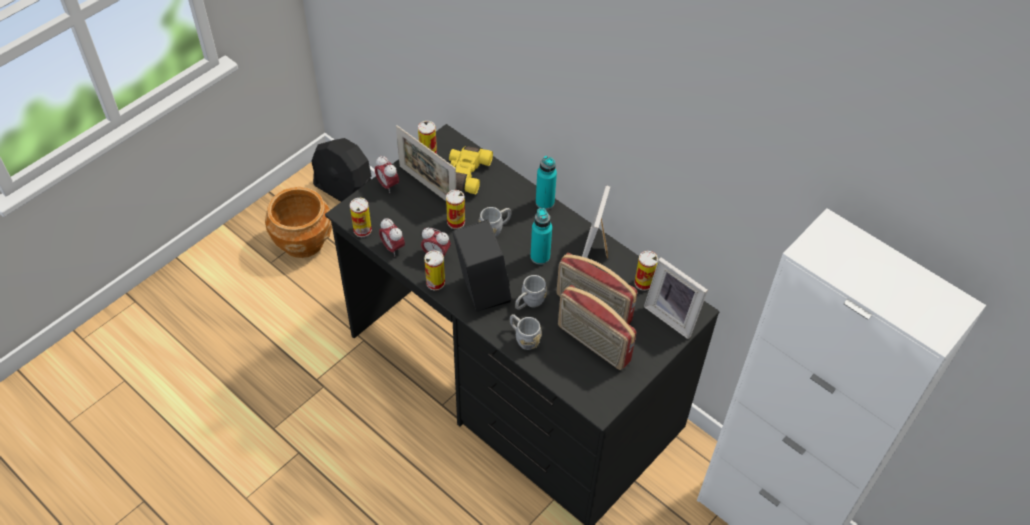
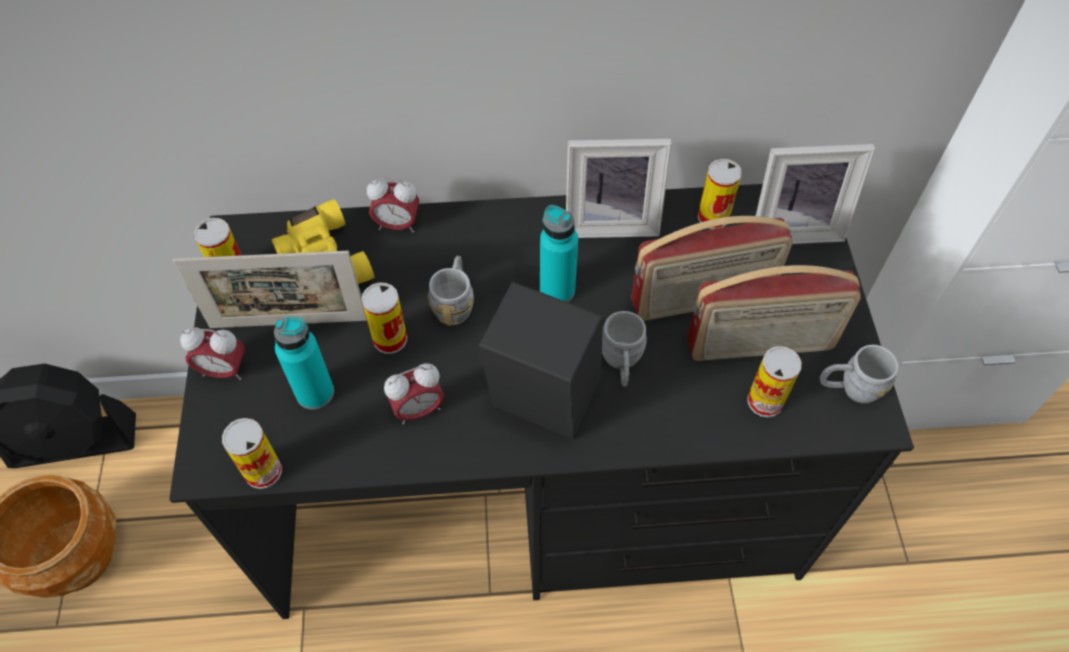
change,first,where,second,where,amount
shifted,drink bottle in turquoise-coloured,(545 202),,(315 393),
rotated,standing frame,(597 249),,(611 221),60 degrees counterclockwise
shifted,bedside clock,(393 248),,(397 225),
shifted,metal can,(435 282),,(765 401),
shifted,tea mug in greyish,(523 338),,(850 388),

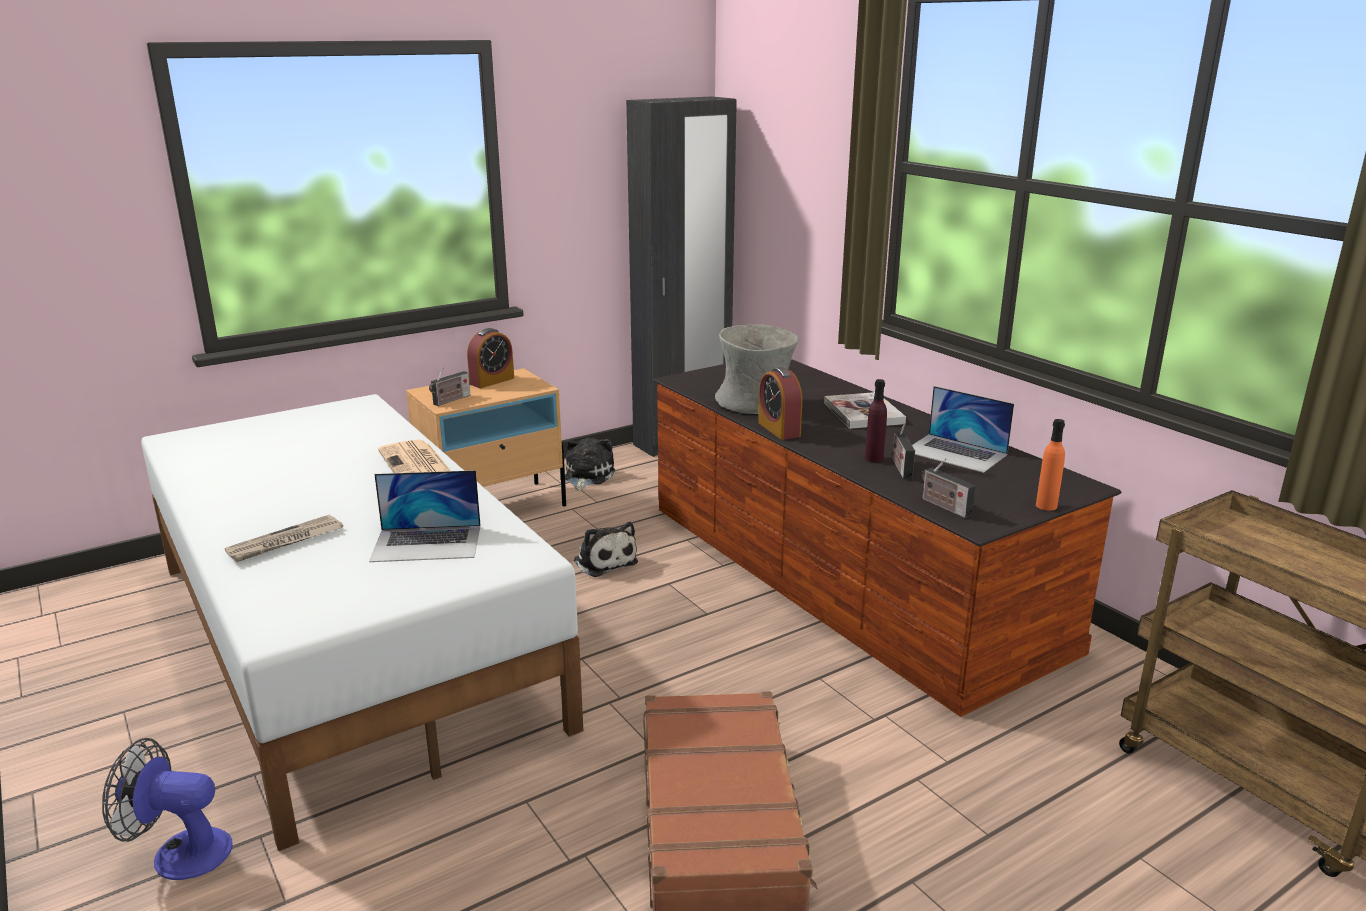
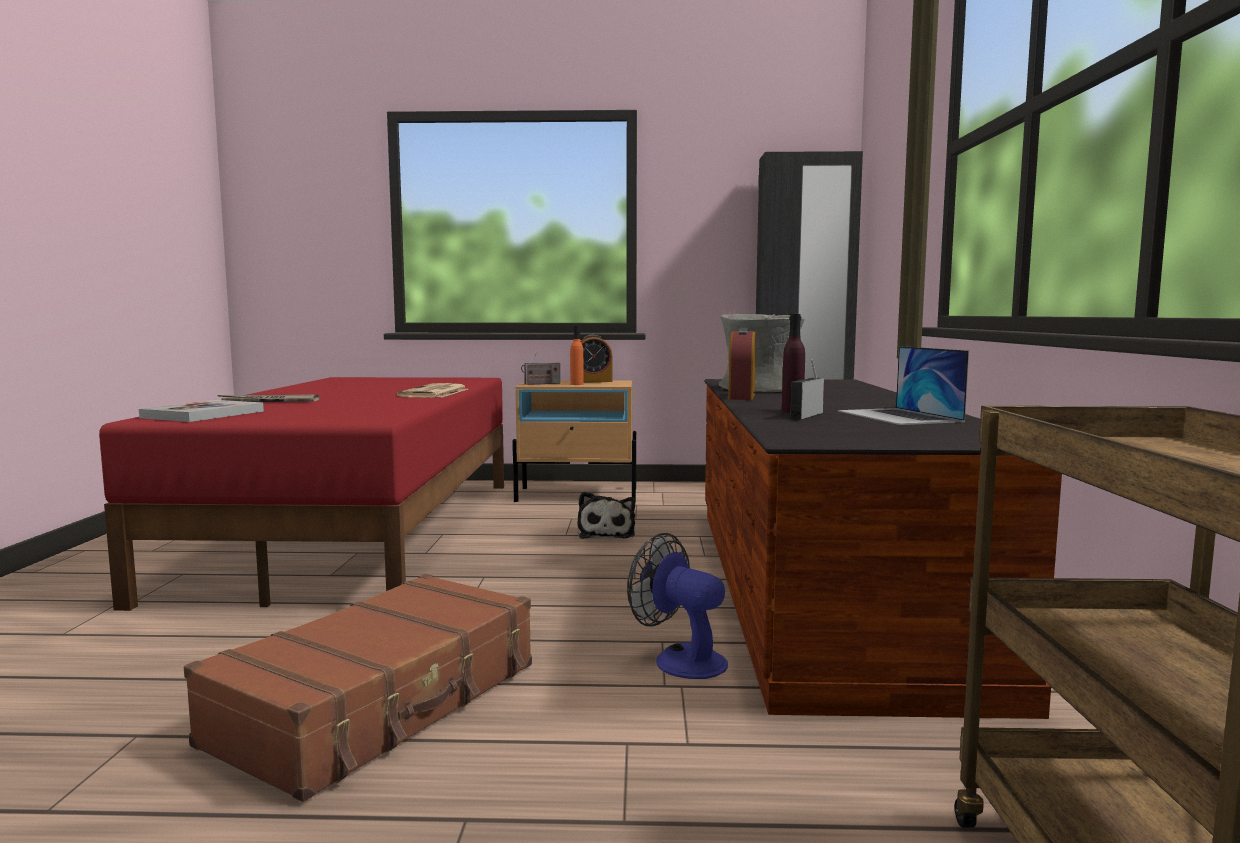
change,first,where,second,where,amount
shifted,volume,(863 413),,(203 414),
repainted,bed in white-coloured,(351 639),bed in reddish,(362 532),
shifted,drink bottle in orangey,(1046 506),,(577 384),
gone,plush toy,(587 476),,,
gone,radio,(943 506),,,
gone,laptop,(427 543),,,
shifted,electric fan,(179 853),,(679 659),

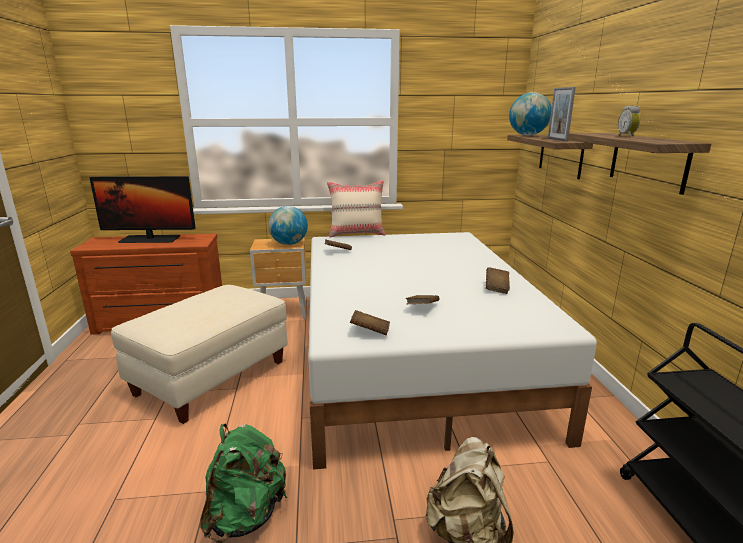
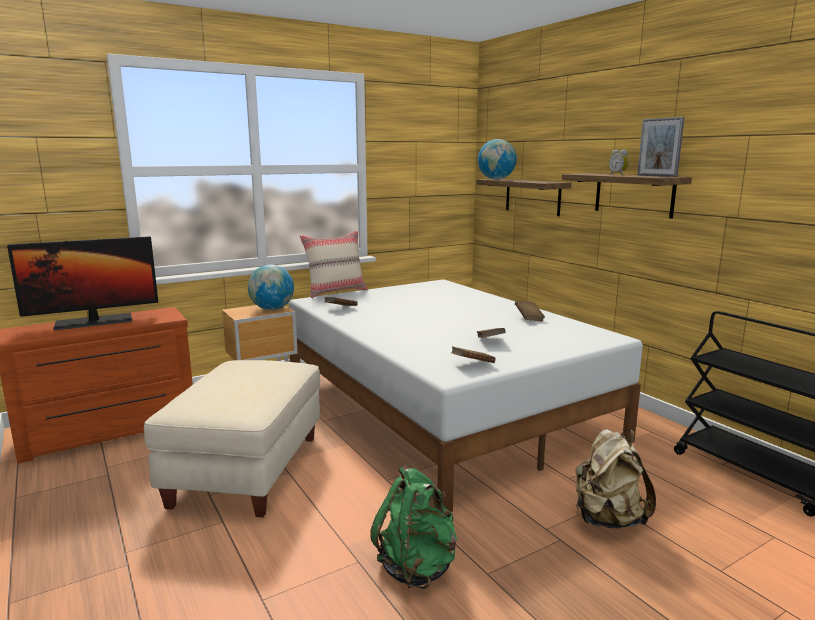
change,first,where,second,where,amount
shifted,standing frame,(557 139),,(656 176),

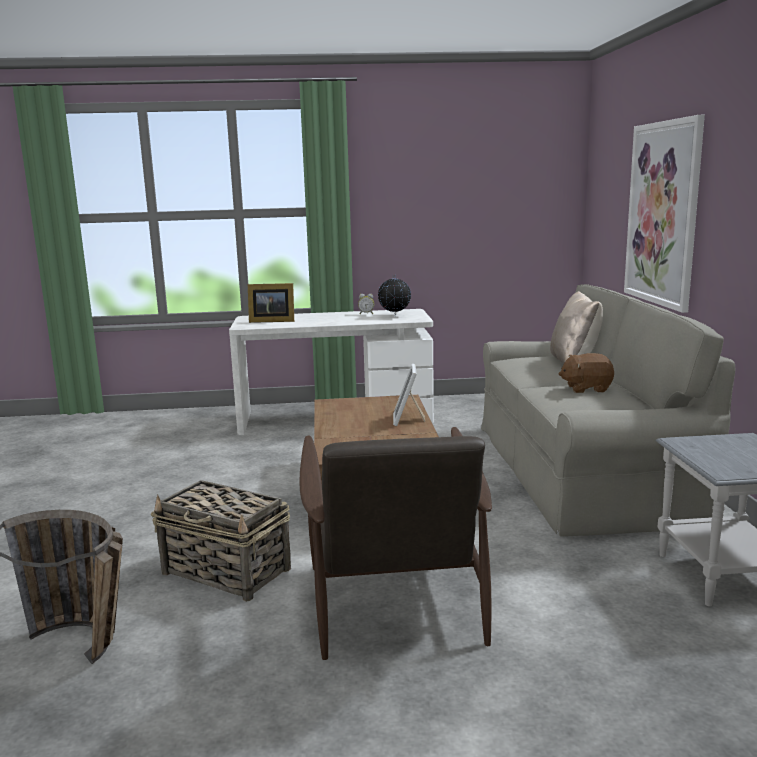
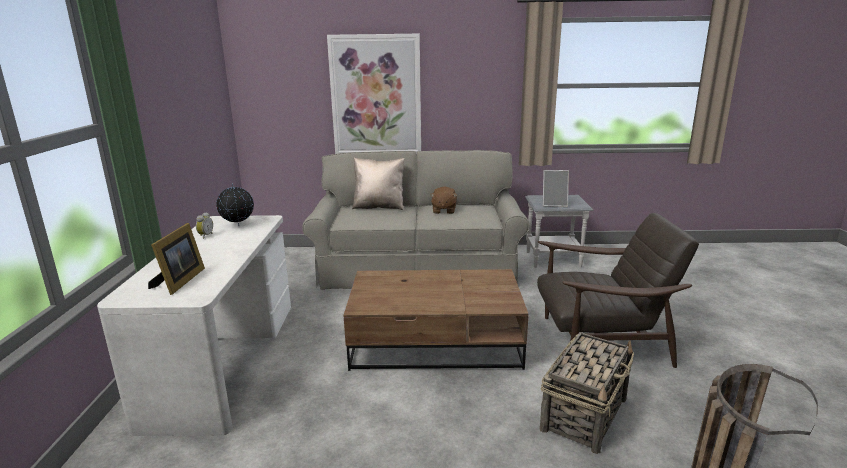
change,first,where,second,where,amount
shifted,standing frame,(407 420),,(554 204),

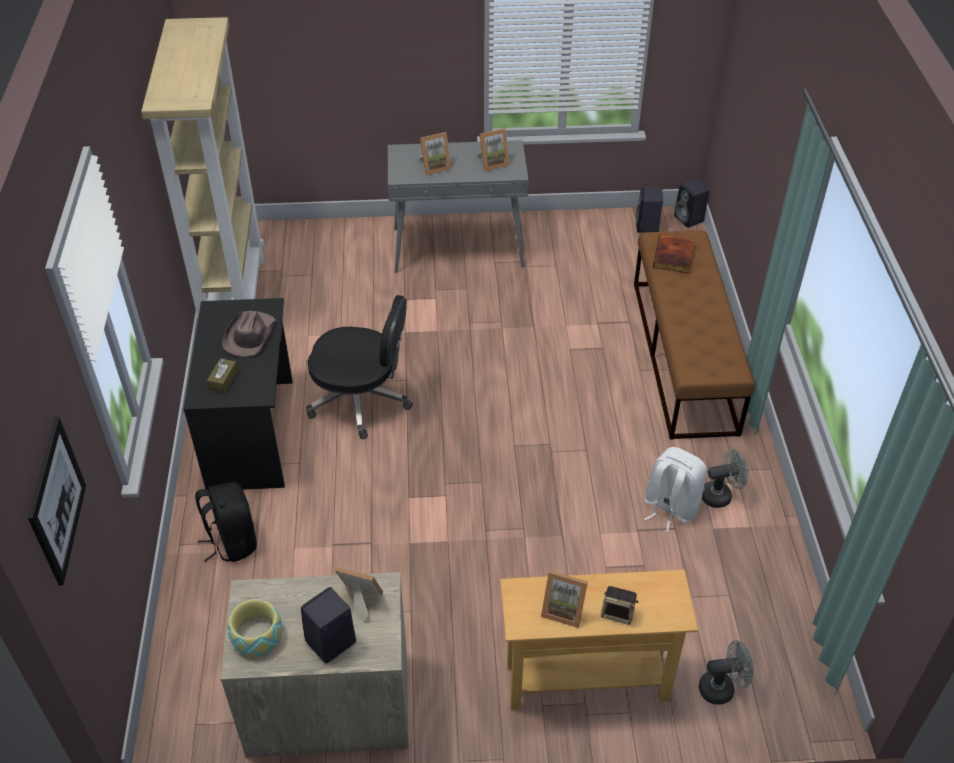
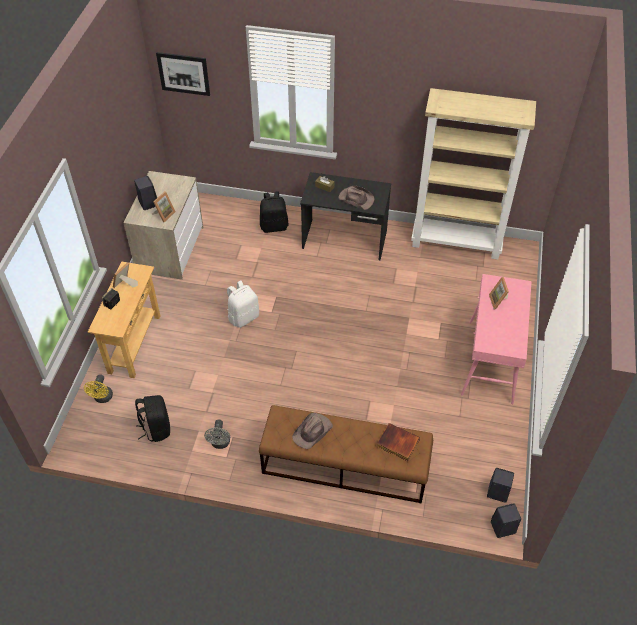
change,first,where,second,where,amount
gone,standing frame,(493 163),,,
repainted,console table in greyish,(458 247),console table in pink,(490 362),
gone,desk chair in black,(361 400),,,
shifted,knapsack in white-coloured,(670 507),,(243 317),
gone,bowl,(257 636),,,
repainted,electric fan in greyish,(722 688),electric fan in yellowish,(102 398),
new,,,knapsack in black,(156 428),
new,,,clothing hat in brownish,(313 431),

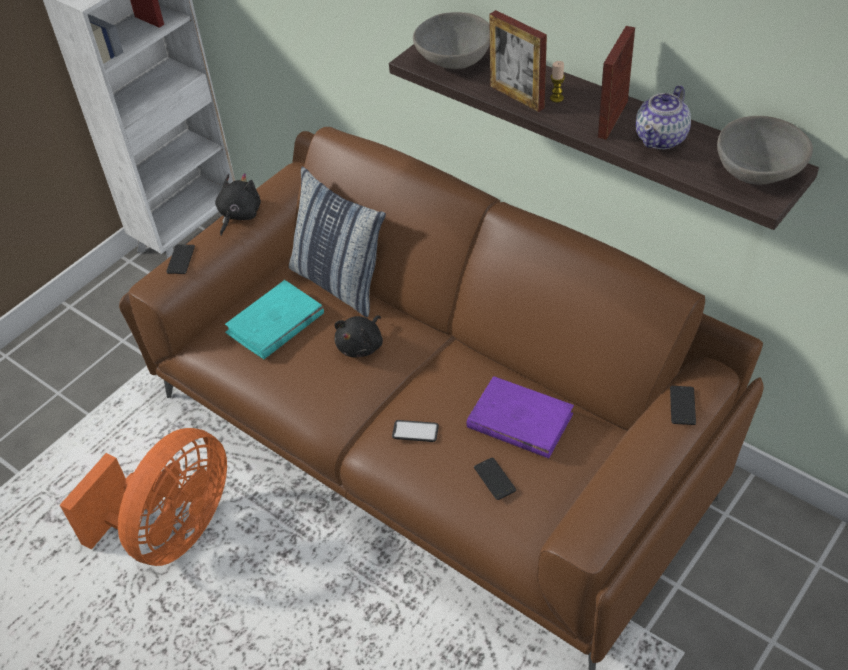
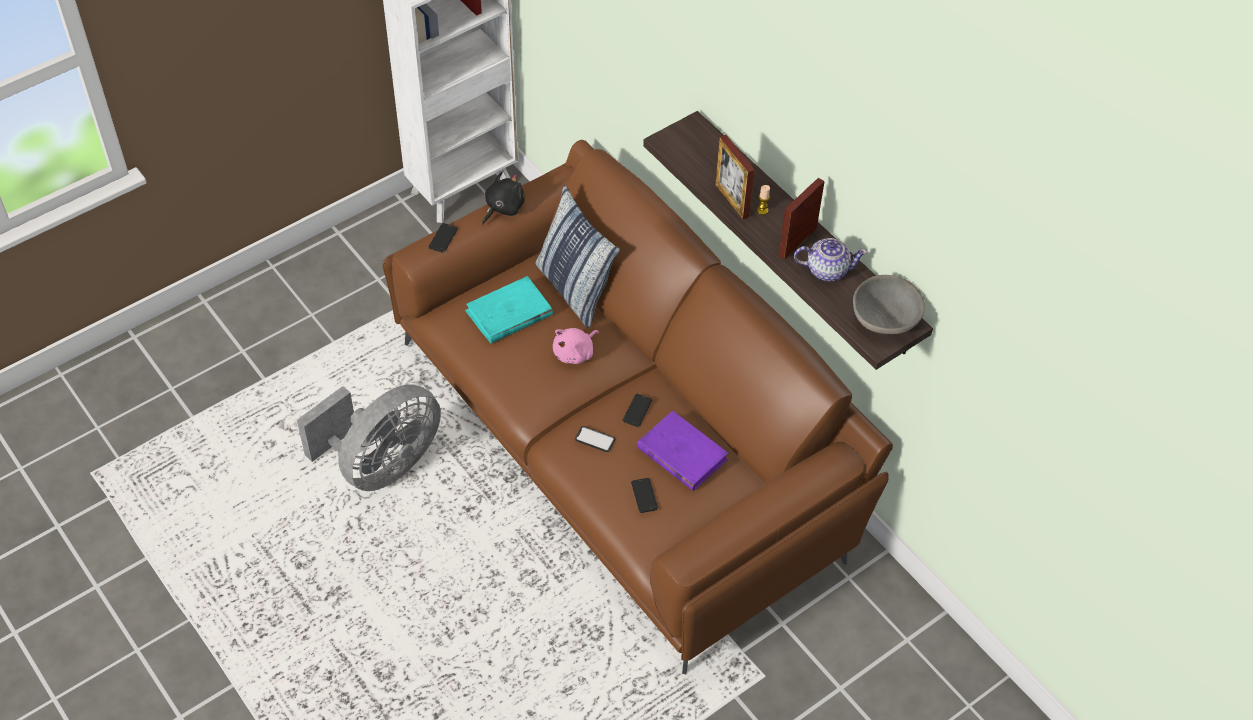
change,first,where,second,where,amount
gone,bowl in greyish,(452 60),,,
rotated,pot for tea,(661 138),,(826 270),135 degrees counterclockwise
repainted,plush toy in black,(361 345),plush toy in pink,(575 353),
shifted,phone,(682 405),,(637 410),
repainted,electric fan in orangey,(172 531),electric fan in greyish,(381 464),

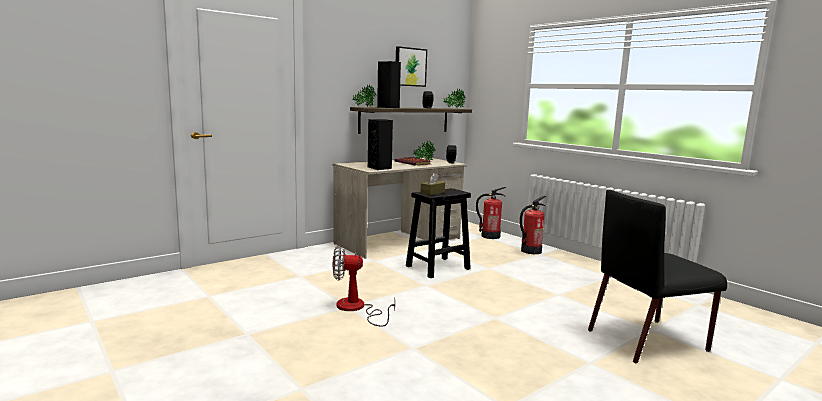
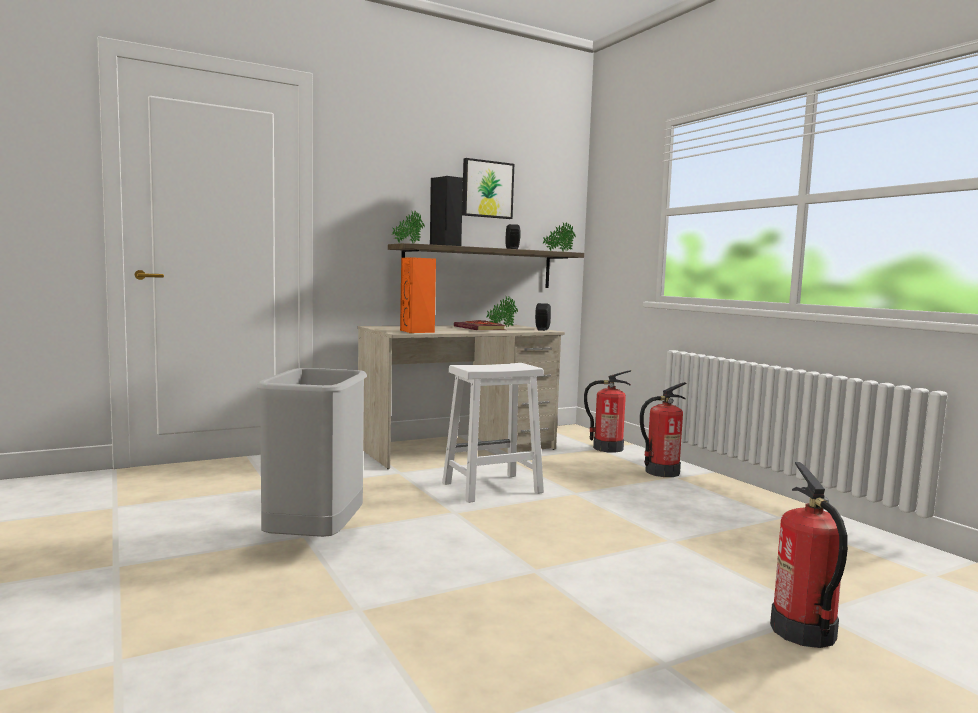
change,first,where,second,where,amount
repainted,speaker in black,(380 168),speaker in orangey,(417 331),
gone,tissue holder in brownish,(432 193),,,
repainted,sitting stool in black,(437 268),sitting stool in white-coloured,(490 488),
swapped,plain chair in black,(648 340),fire extinguisher,(803 632),
swapped,electric fan,(356 309),rubbish bin in greyish,(316 540),

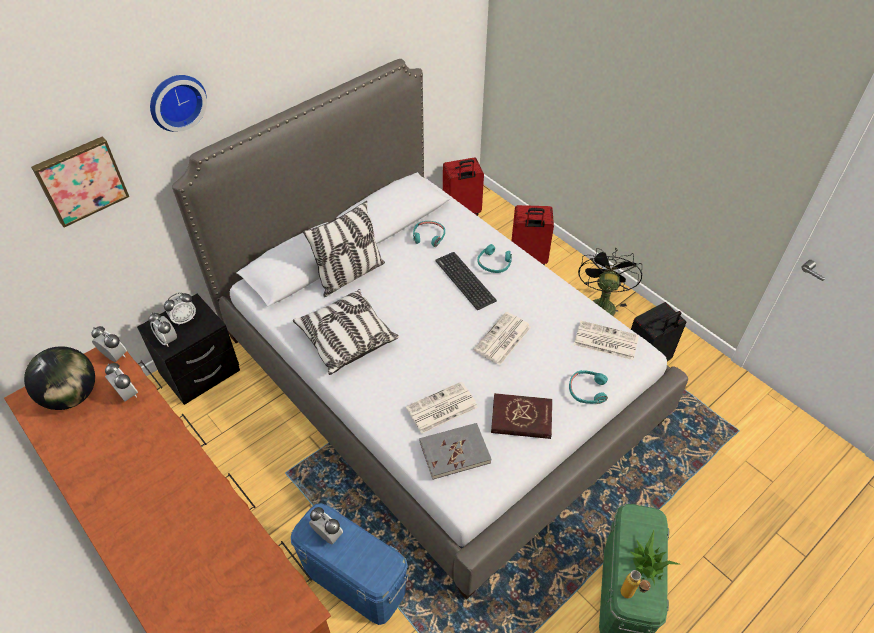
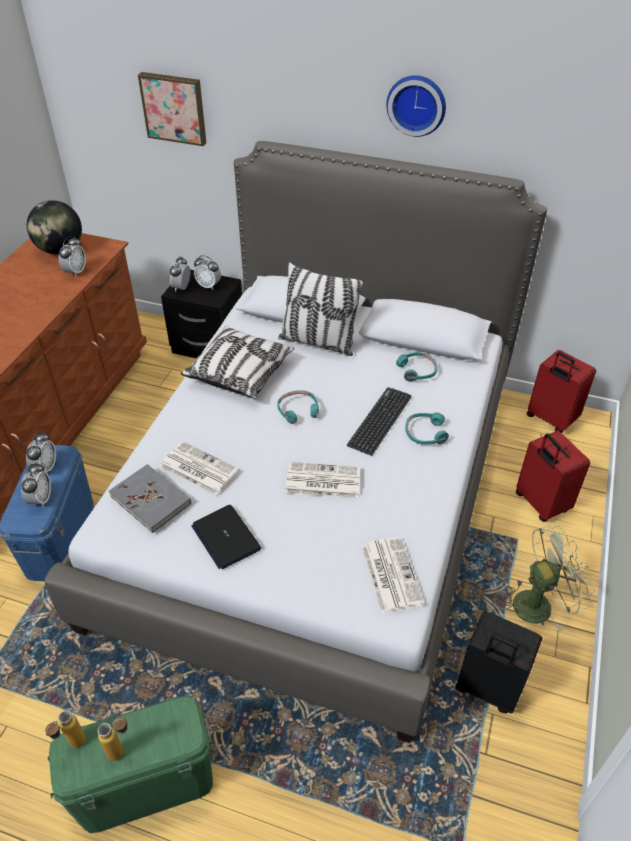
change,first,where,second,where,amount
shifted,clock on the wall,(176 101),,(417 104),
repainted,electric fan in black,(601 304),electric fan in green,(539 603),
shifted,bedside clock,(115 356),,(41 499),
shifted,headphones in turquoise-coloured,(587 390),,(298 410),
swapped,volume in reddish,(521 418),laptop,(226 537),
swapped,potted plant,(647 564),drink bottle,(122 751),

